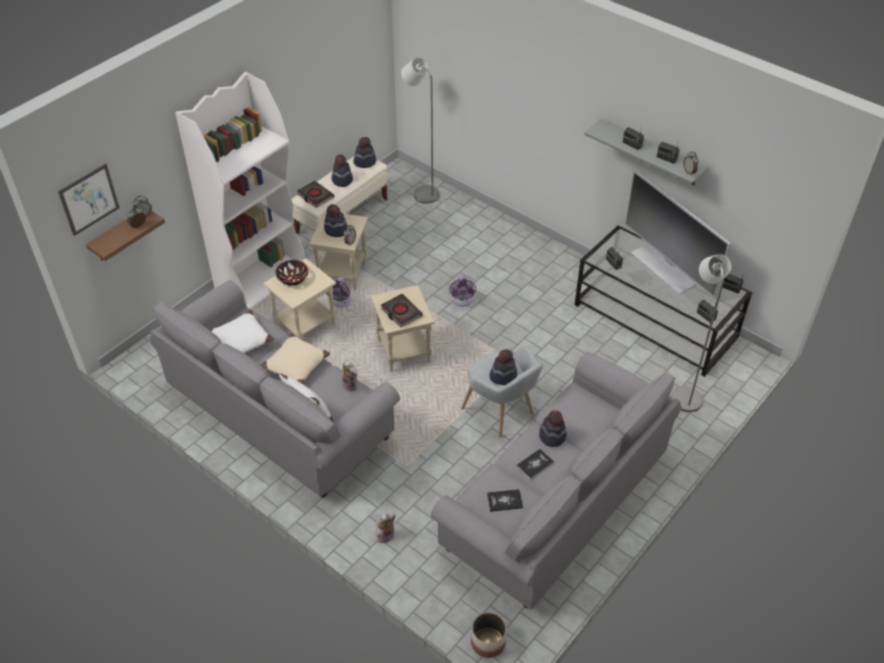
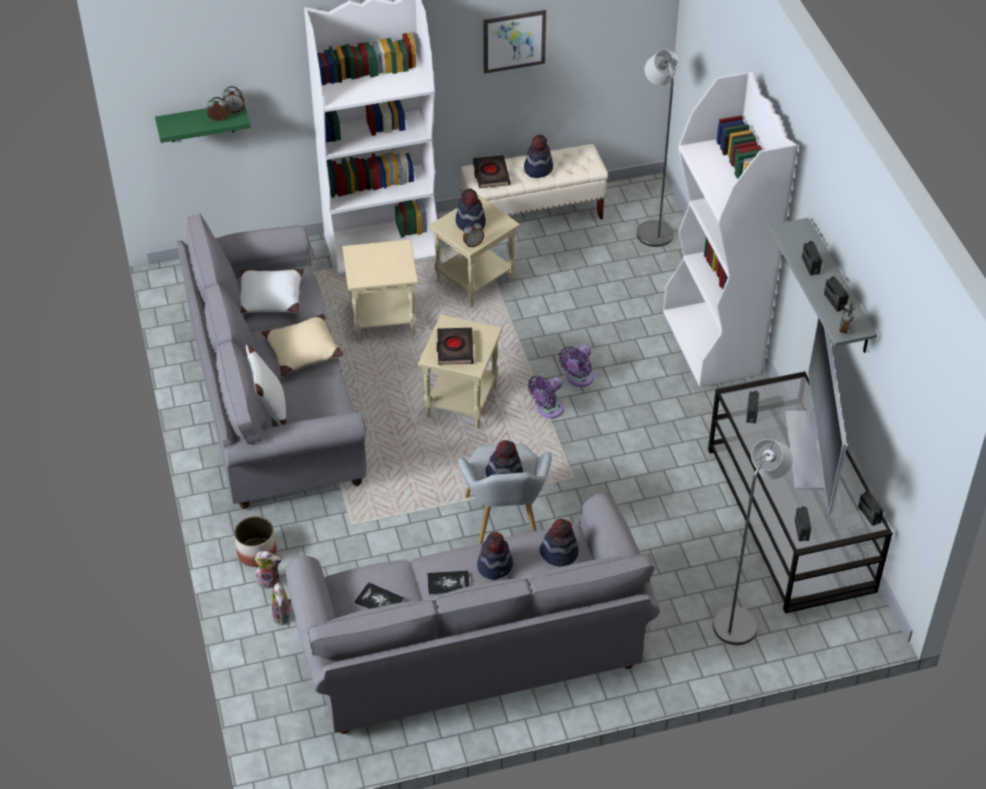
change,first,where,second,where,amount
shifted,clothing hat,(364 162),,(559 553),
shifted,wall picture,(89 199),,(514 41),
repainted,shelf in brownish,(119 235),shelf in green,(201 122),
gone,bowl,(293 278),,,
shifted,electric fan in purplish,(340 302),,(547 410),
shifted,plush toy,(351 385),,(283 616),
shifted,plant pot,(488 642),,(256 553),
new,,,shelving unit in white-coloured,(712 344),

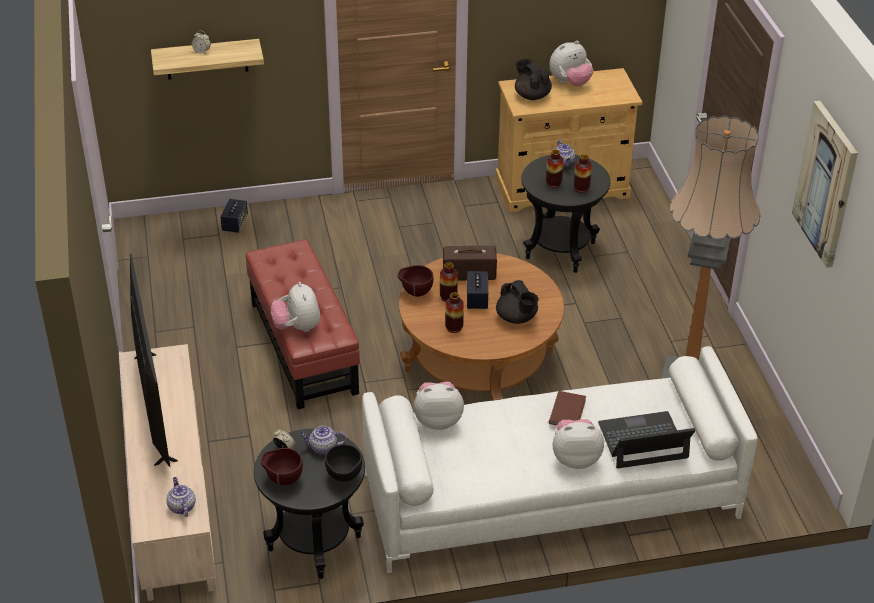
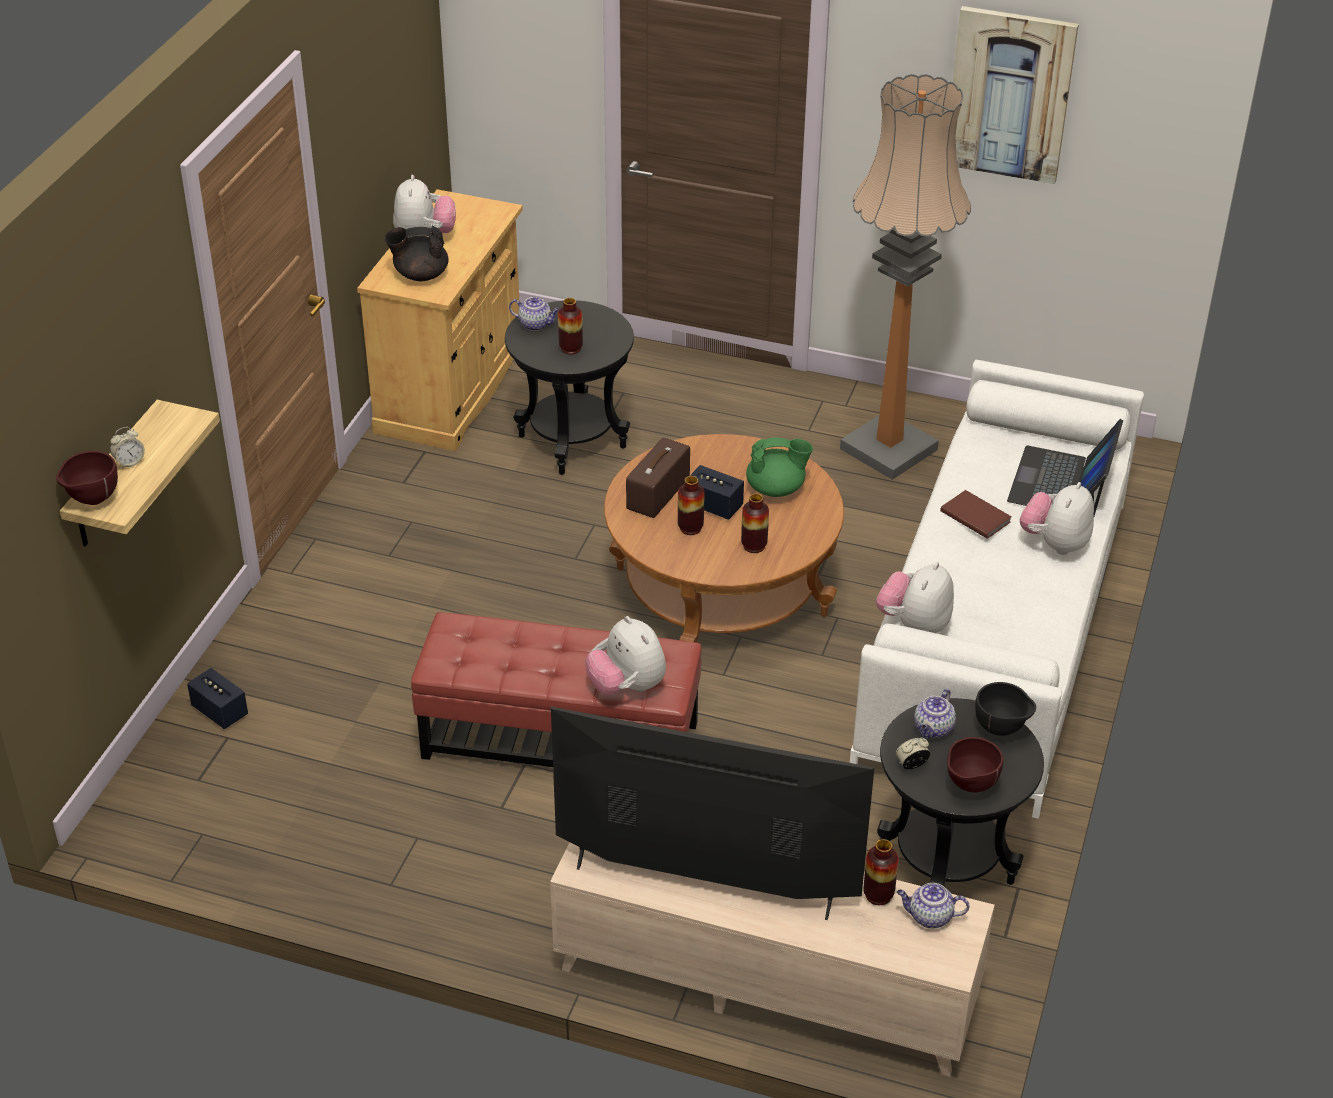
change,first,where,second,where,amount
shifted,vase,(581 189),,(878 895),
shifted,bowl in brownish,(415 293),,(92 500),
repainted,pot for tea in black,(517 318),pot for tea in green,(776 489),
rotated,plush toy,(297 327),,(627 686),45 degrees clockwise

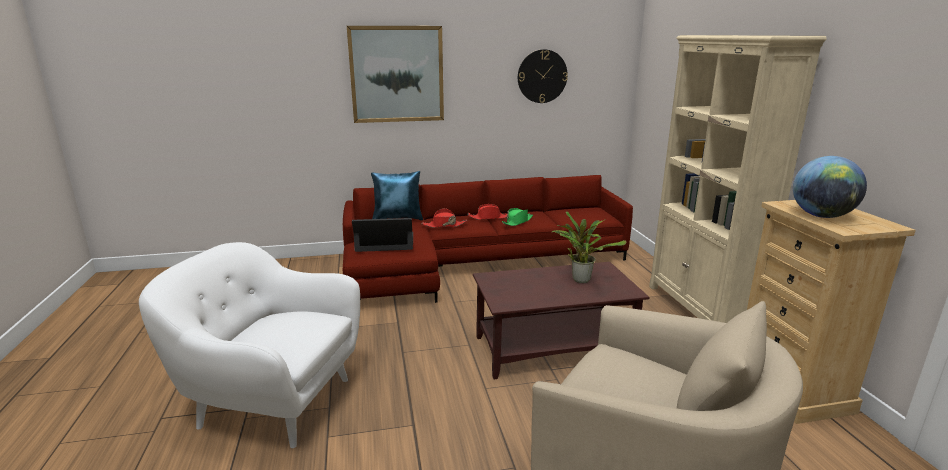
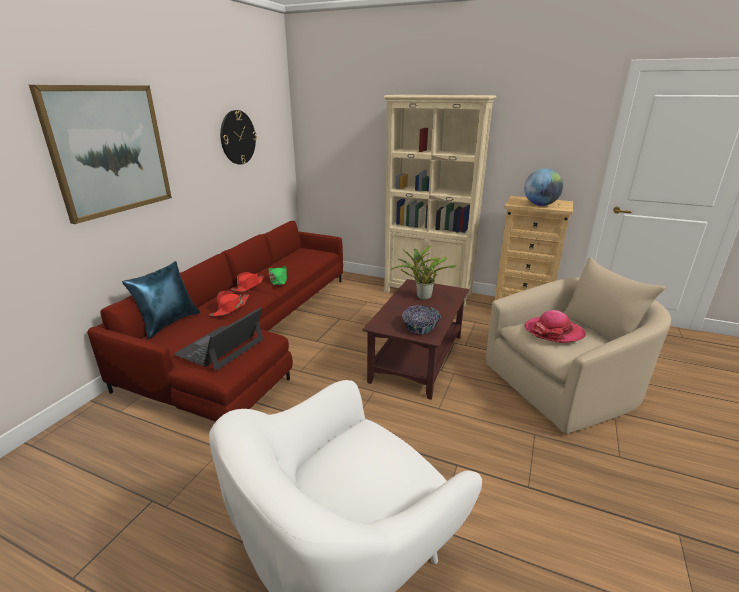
change,first,where,second,where,amount
new,,,bowl,(420 327),
new,,,clothing hat,(554 332),

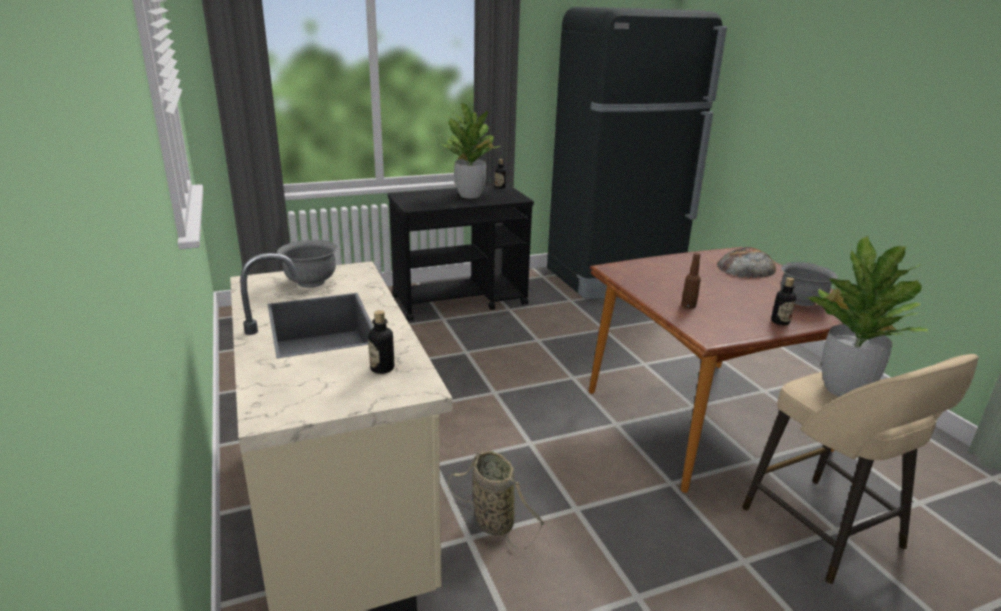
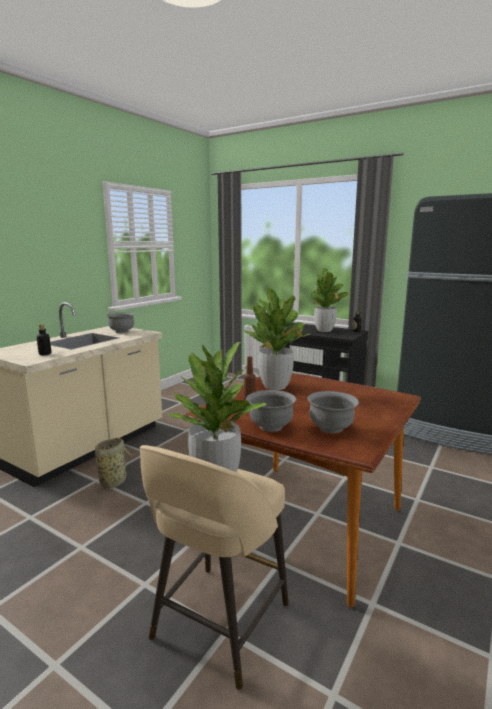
change,first,where,second,where,amount
gone,bakery bread,(746 267),,,
swapped,drink bottle,(780 321),bowl in greyish,(270 426),
new,,,potted plant,(275 386),

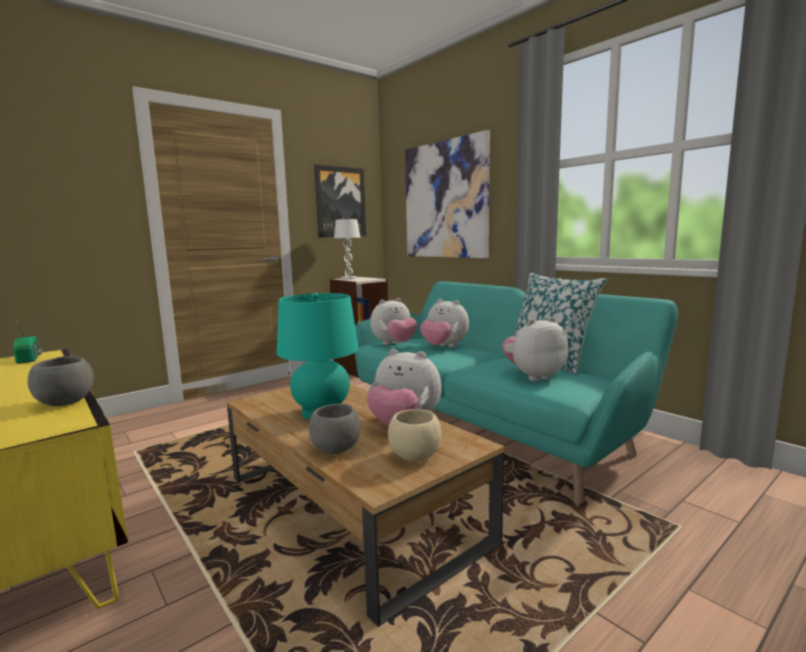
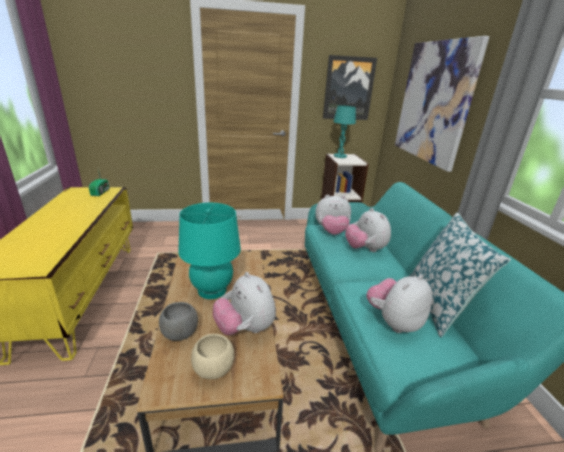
change,first,where,second,where,amount
repainted,table lamp in white-coloured,(349 278),table lamp in turquoise-coloured,(340 156),
rotated,plush toy,(533 376),,(394 322),45 degrees counterclockwise
gone,bowl in greyish,(64 402),,,

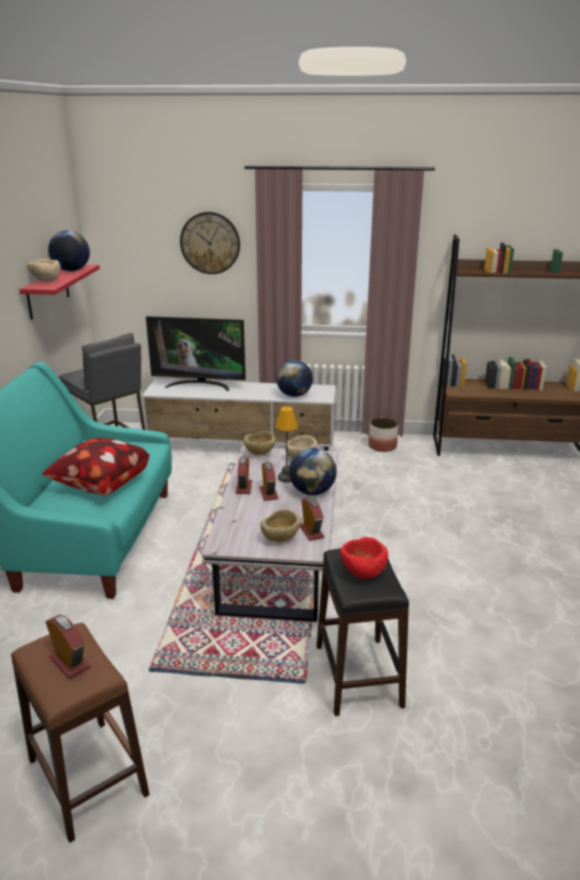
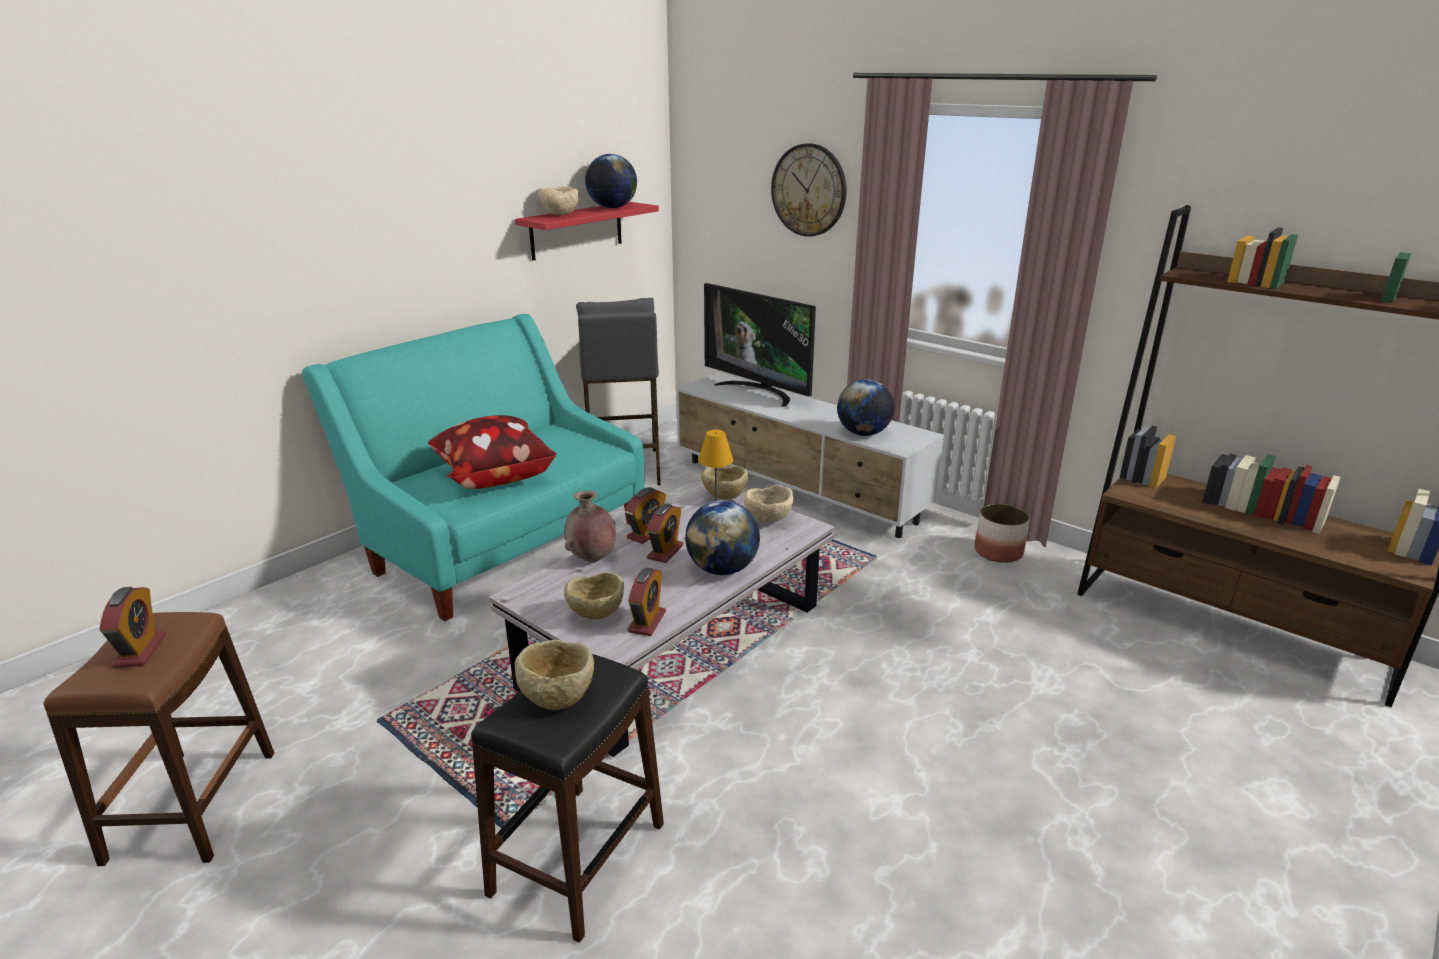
change,first,where,second,where,amount
repainted,bowl in reddish,(362 573),bowl in beige,(557 697),
new,,,vase in brownish,(592 558),

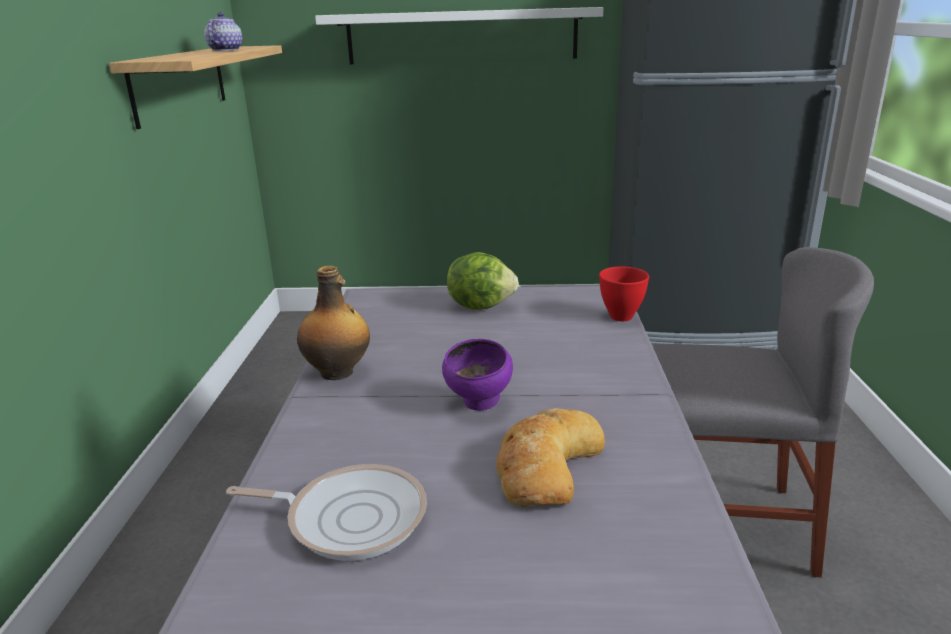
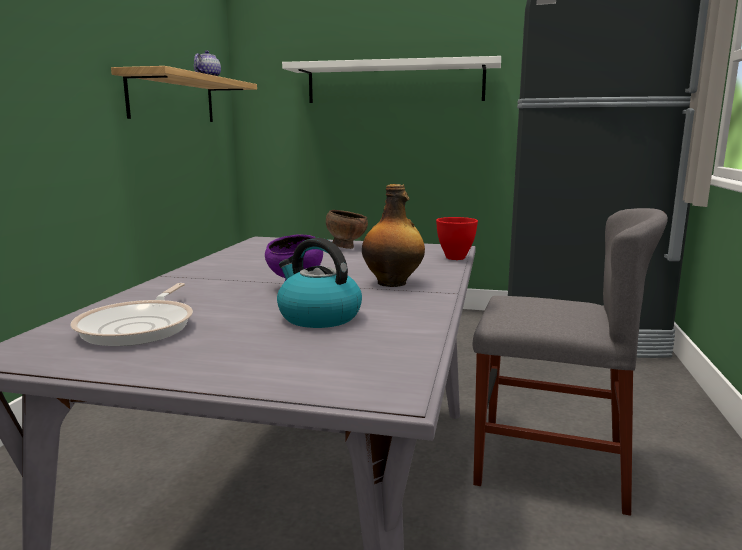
change,first,where,second,where,amount
swapped,lettuce,(481 305),bowl in brownish,(346 247),
shifted,drink bottle,(338 372),,(393 283),
swapped,bakery bread,(545 465),tea kettle,(318 317),
rotated,pan,(350 517),,(140 327),75 degrees clockwise

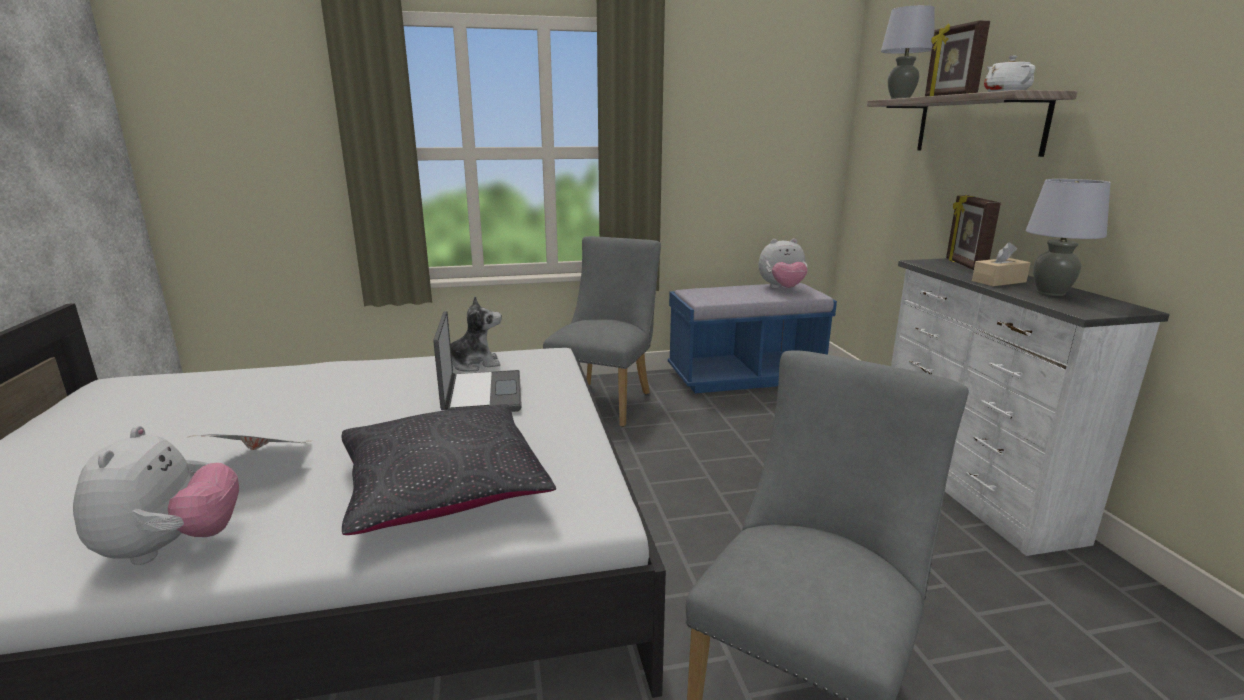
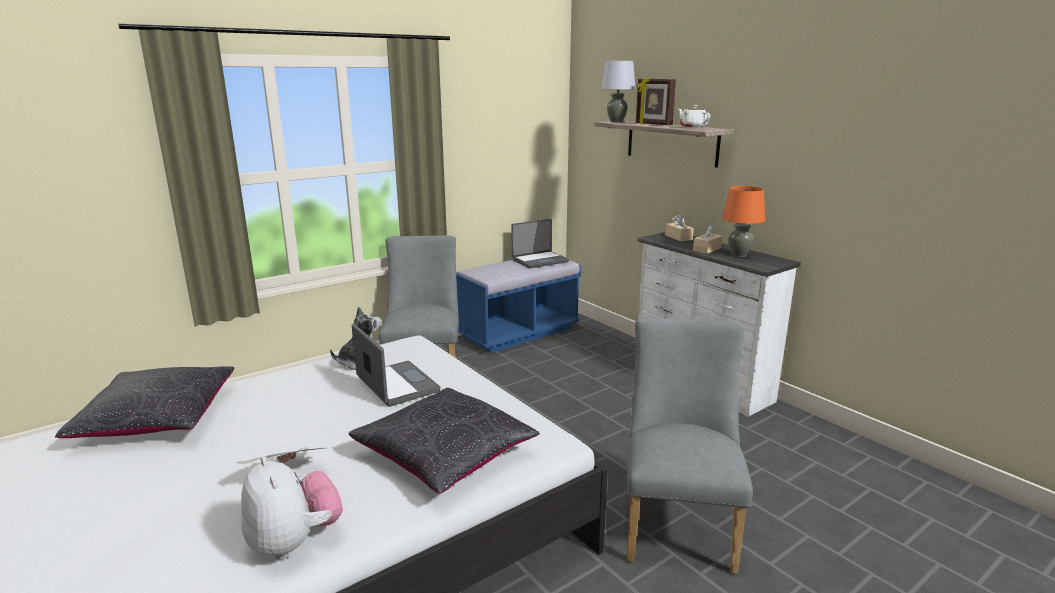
change,first,where,second,where,amount
repainted,table lamp in greyish,(1050 293),table lamp in orangey,(738 255),
swapped,standing frame,(964 265),tissue holder in beige,(678 237),
swapped,plush toy,(781 289),laptop,(539 260),
new,,,cushion in black,(158 418),

